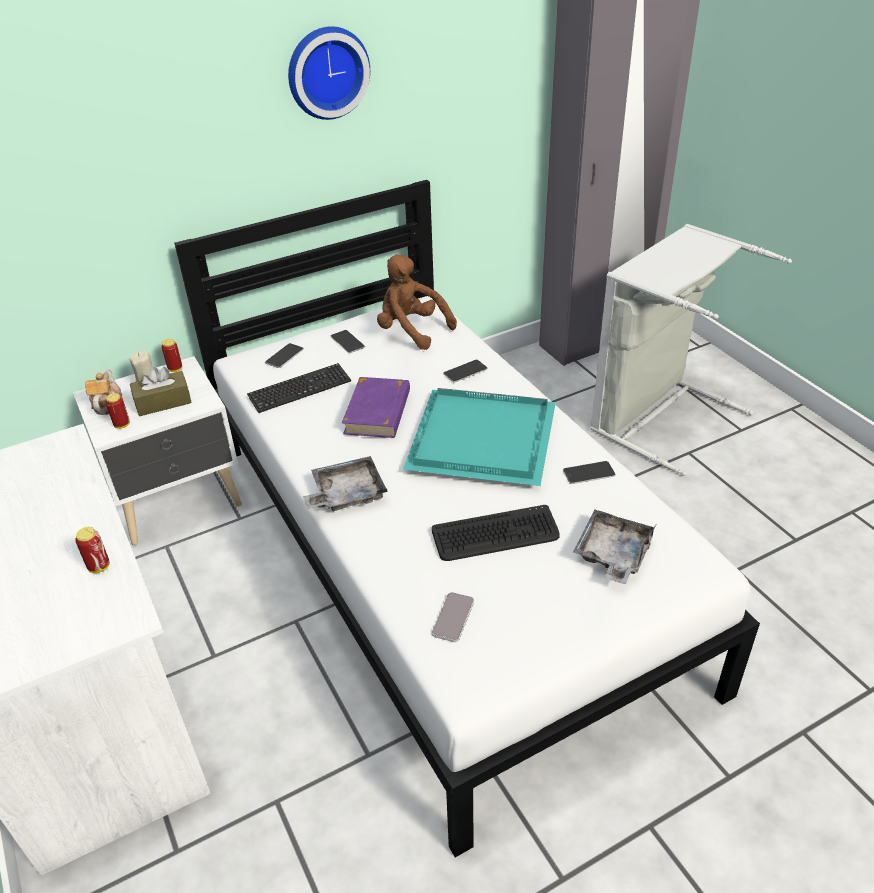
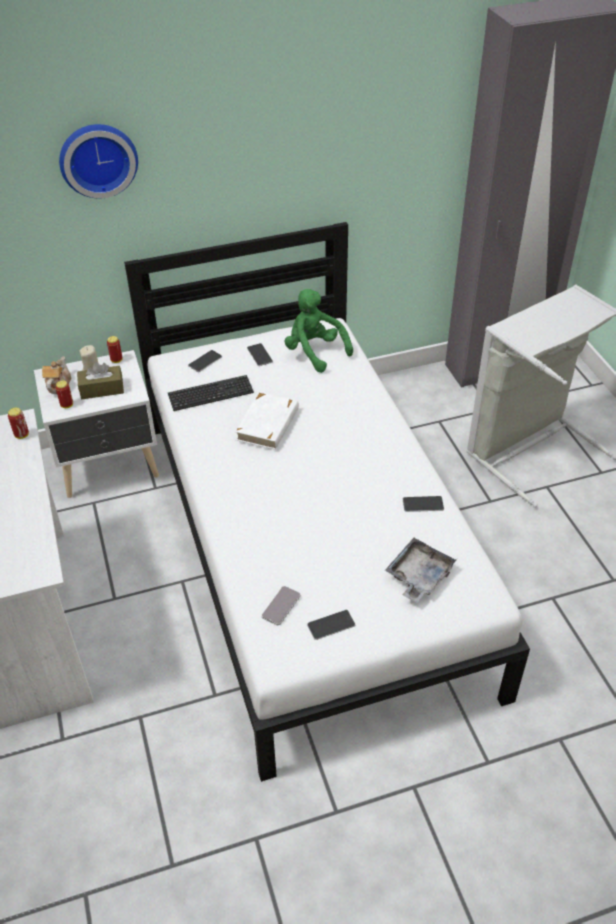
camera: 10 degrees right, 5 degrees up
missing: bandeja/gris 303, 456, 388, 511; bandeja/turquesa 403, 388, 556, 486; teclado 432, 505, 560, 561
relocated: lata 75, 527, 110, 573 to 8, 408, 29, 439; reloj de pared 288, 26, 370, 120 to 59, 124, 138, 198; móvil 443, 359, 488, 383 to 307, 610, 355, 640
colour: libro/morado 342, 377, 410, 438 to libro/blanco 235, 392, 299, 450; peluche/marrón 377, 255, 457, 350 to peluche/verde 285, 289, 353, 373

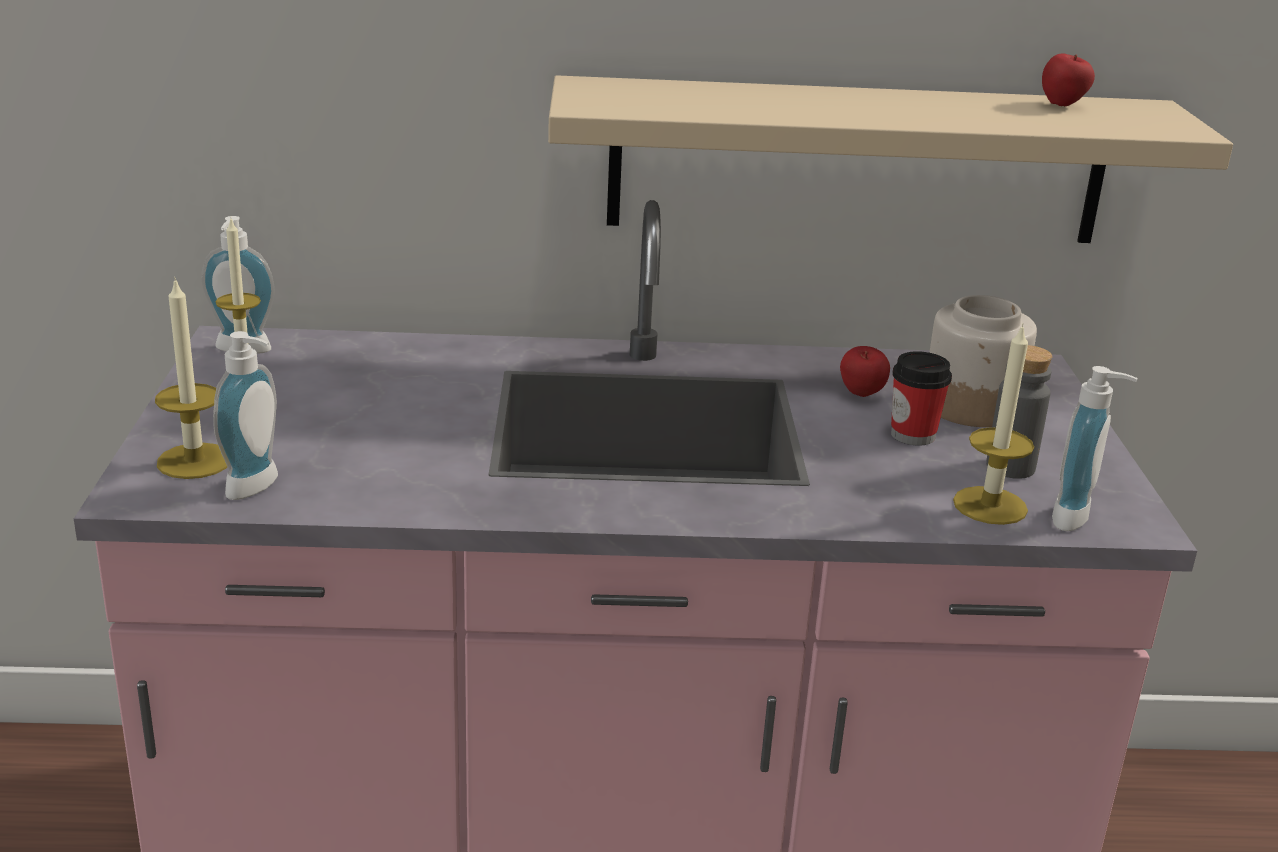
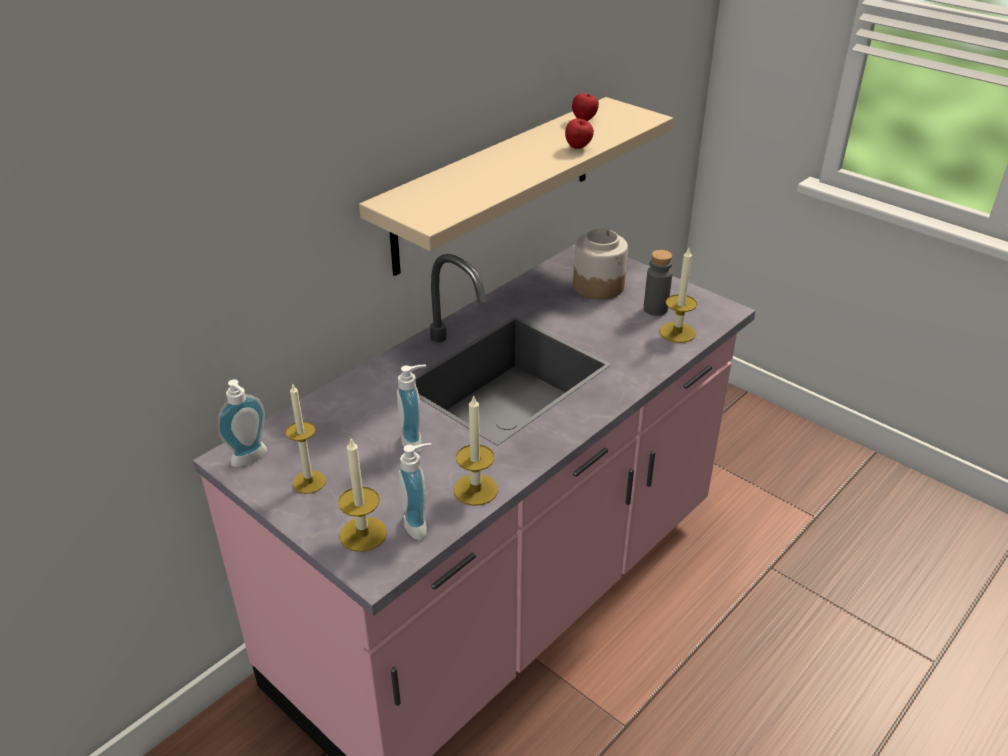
camera: 45 degrees left, 10 degrees up
missing: taza 891, 351, 952, 446
appeared: vela 454, 395, 498, 506
relocated: dispensador de jabón 1052, 366, 1138, 531 to 397, 365, 426, 454; manzana 840, 346, 890, 397 to 565, 119, 594, 149

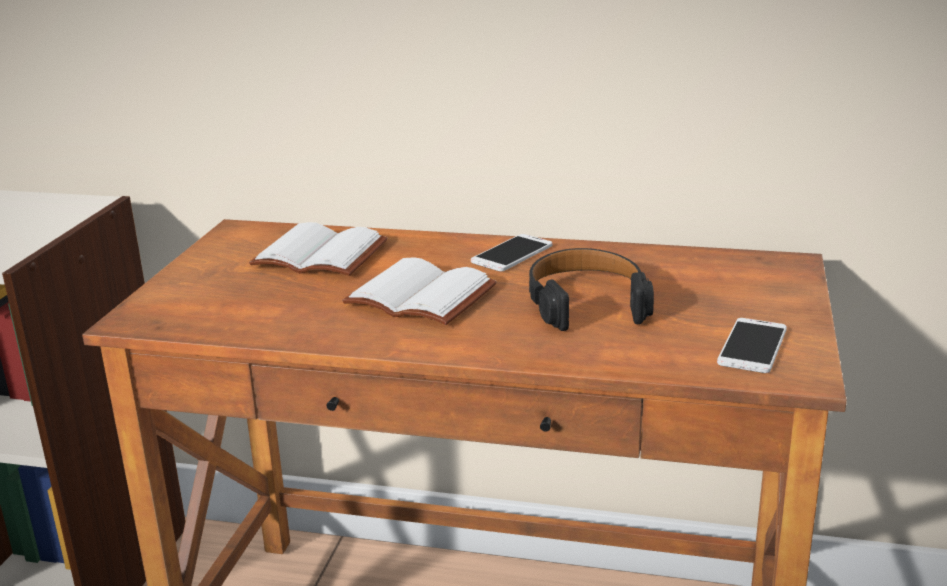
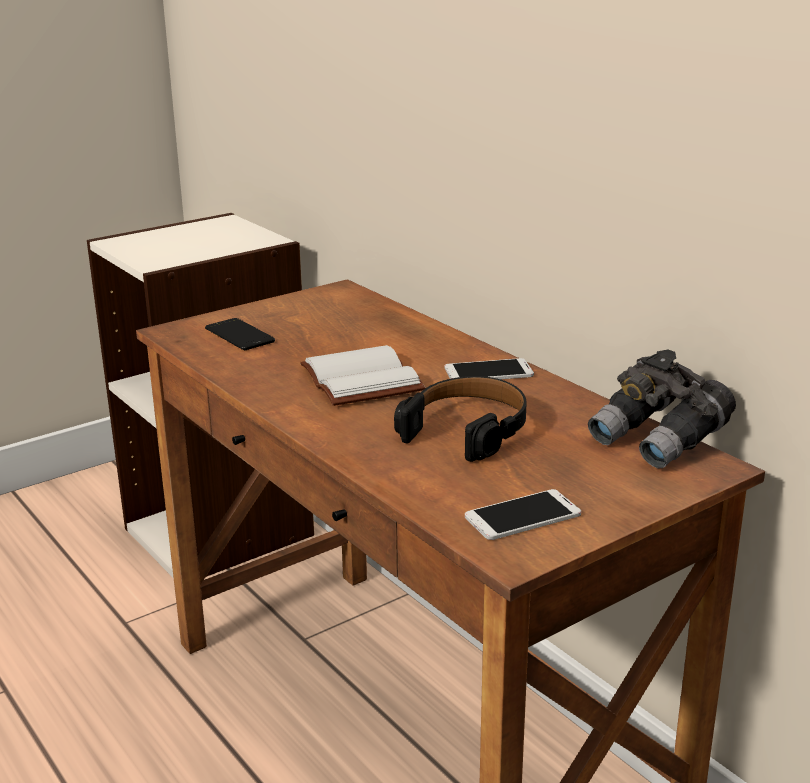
camera: 40 degrees right, 0 degrees up
missing: libro/blanco 249, 222, 387, 276
appeared: móvil 205, 318, 275, 350; prismáticos/gris 588, 350, 736, 468

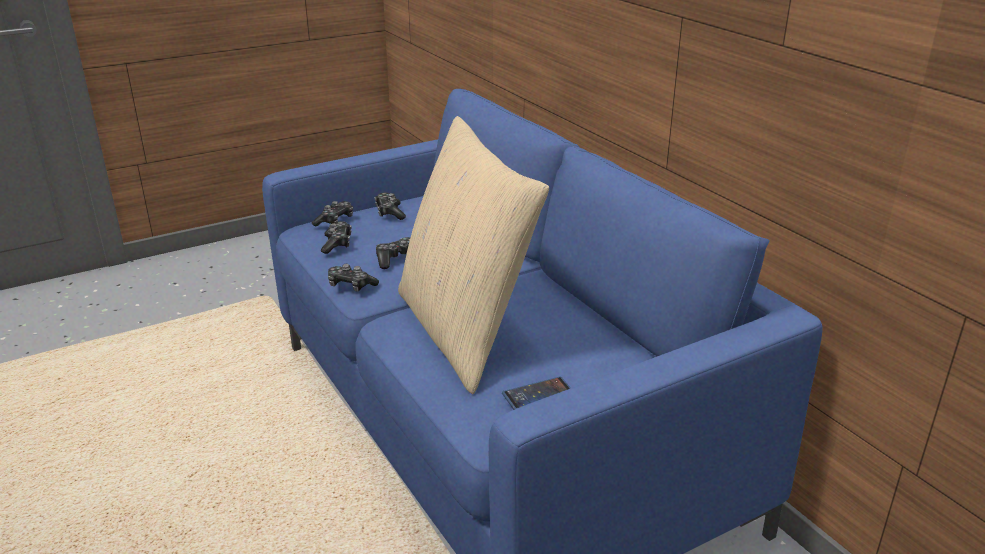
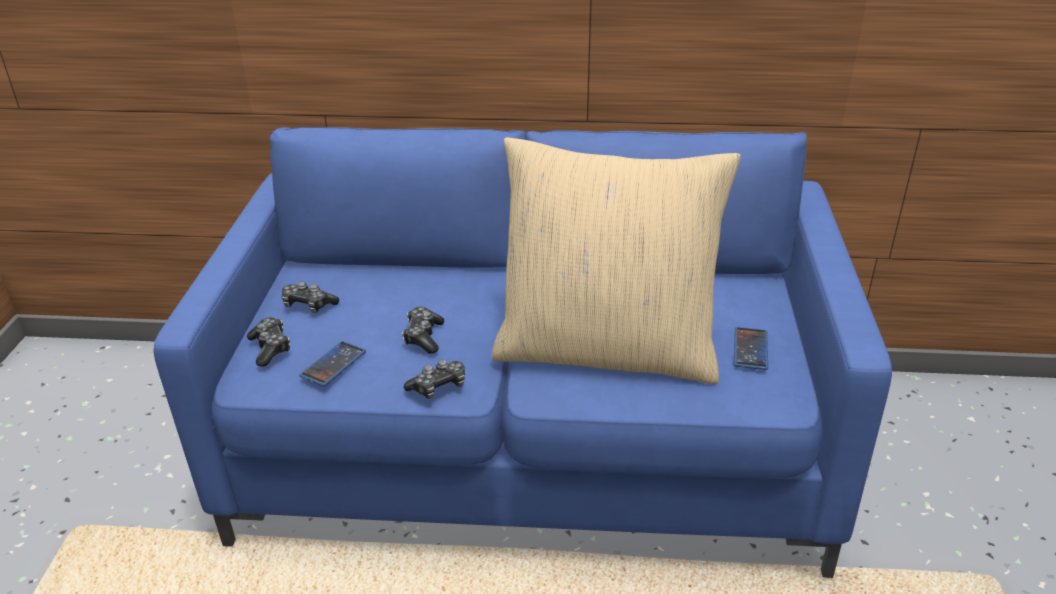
camera: 55 degrees left, 5 degrees up
exchanged: mando de consola 321, 221, 352, 254 to móvil 299, 341, 366, 386

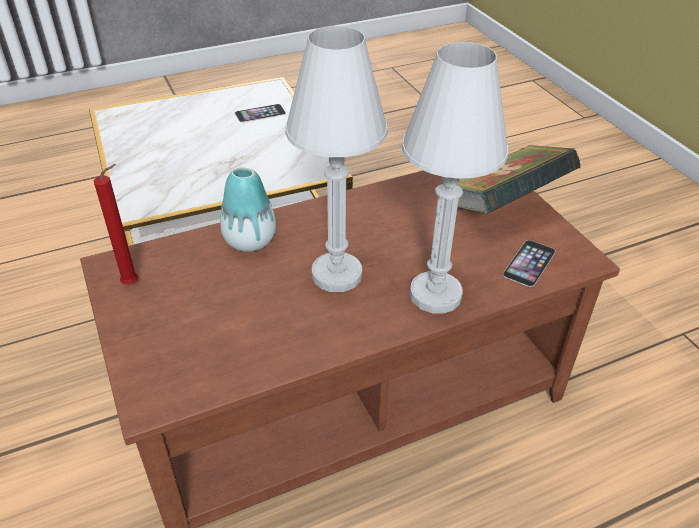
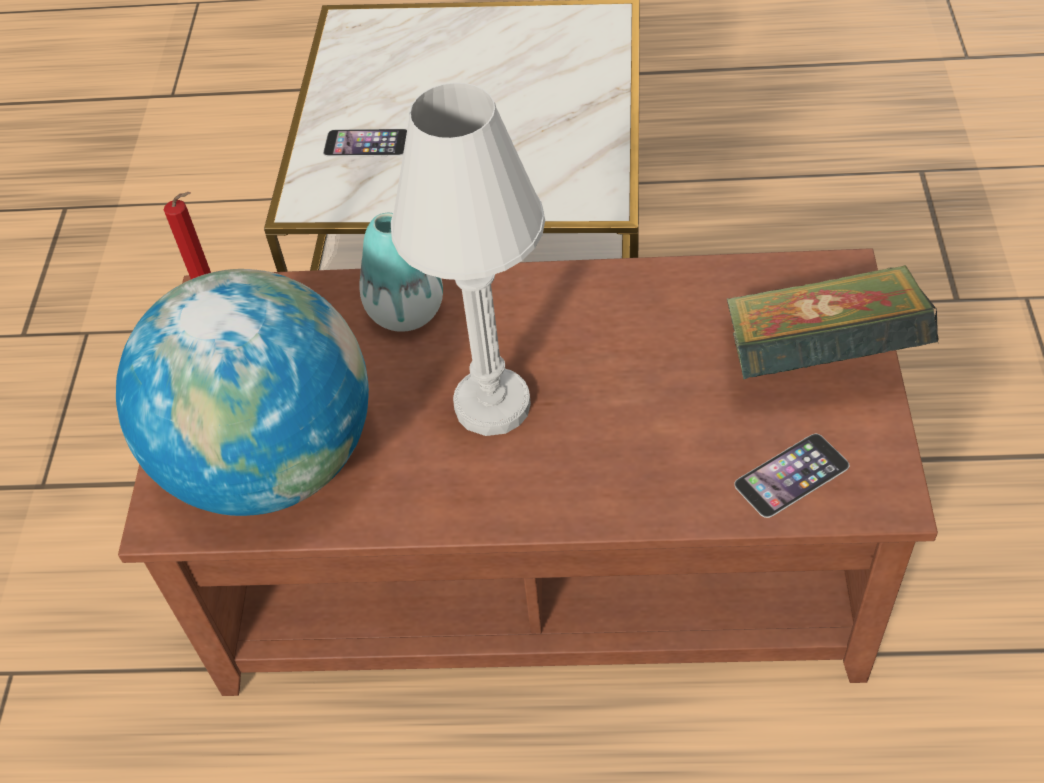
camera: 30 degrees right, 10 degrees up
missing: lámpara de mesa/blanco 401, 42, 508, 314
appeared: globo terráqueo 116, 269, 369, 516
relocated: móvil 235, 104, 286, 122 to 323, 129, 407, 157

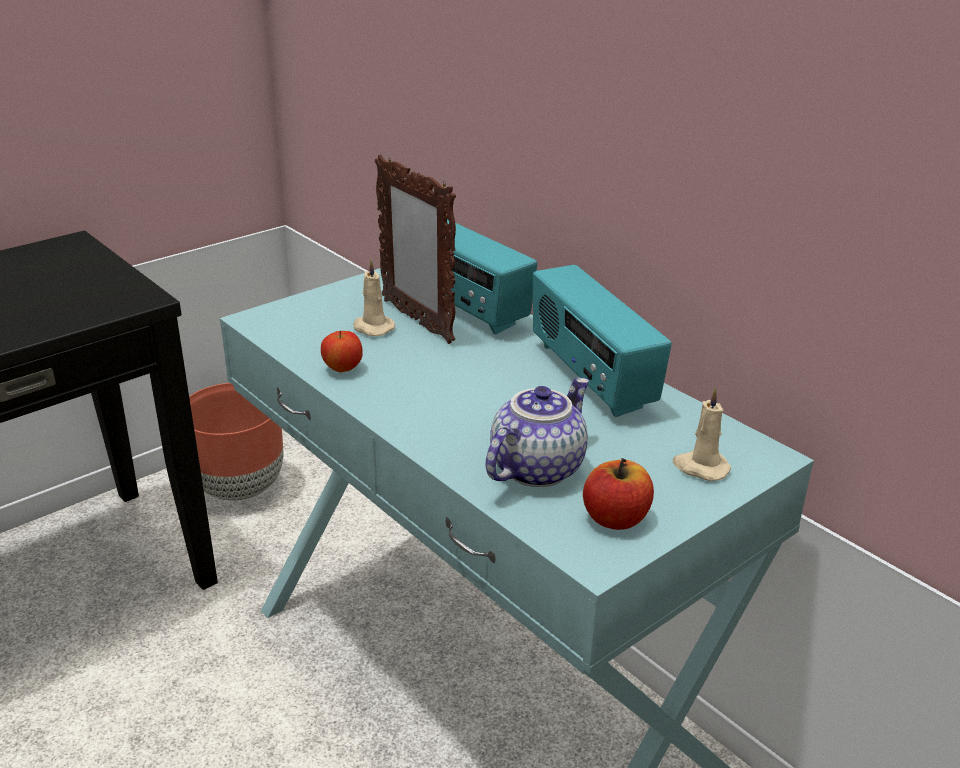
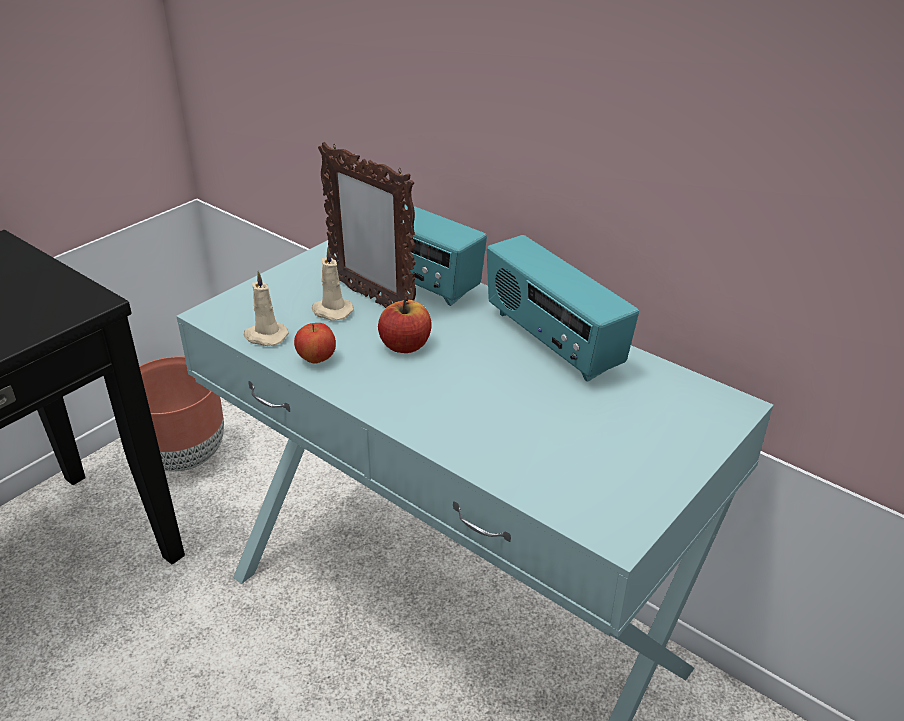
camera: 10 degrees left, 5 degrees up
missing: tetera 486, 378, 589, 487
relocated: vela/beis 673, 388, 731, 481 to 244, 271, 289, 346; manzana 583, 458, 654, 530 to 378, 298, 432, 353

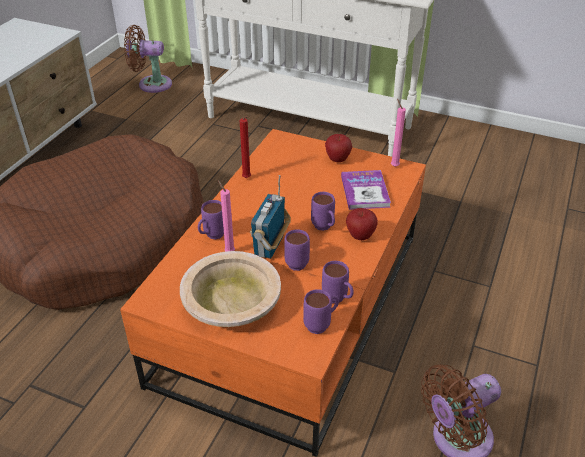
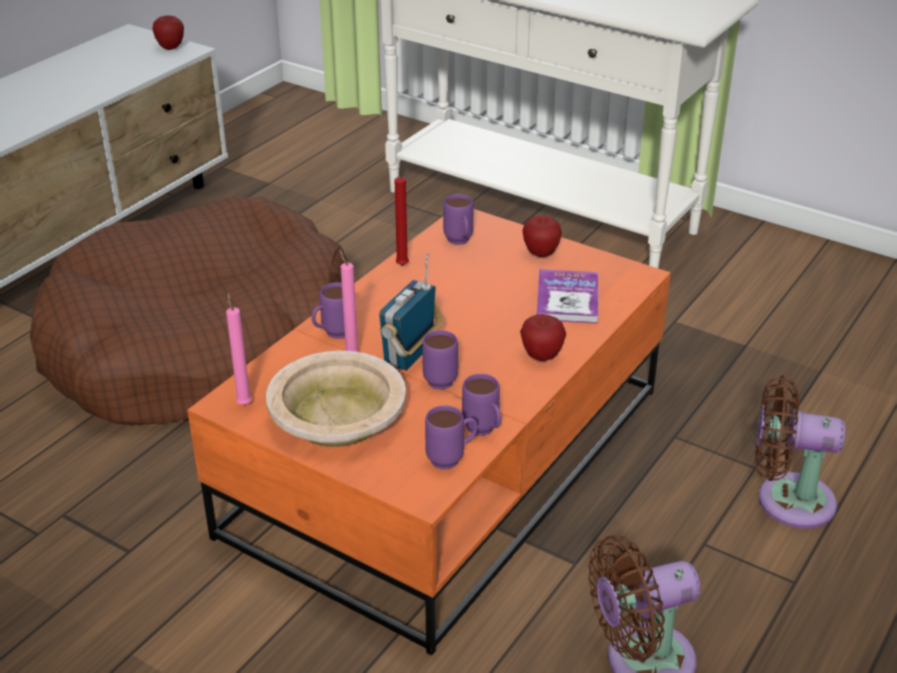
camera: 10 degrees right, 5 degrees down
appeared: manzana 153, 15, 184, 50
relocated: vela/rosa 391, 99, 406, 167 to 226, 293, 252, 405; taza grande/morado 311, 192, 335, 231 to 443, 194, 473, 245; ventilador/marrón 124, 25, 172, 93 to 755, 375, 846, 529

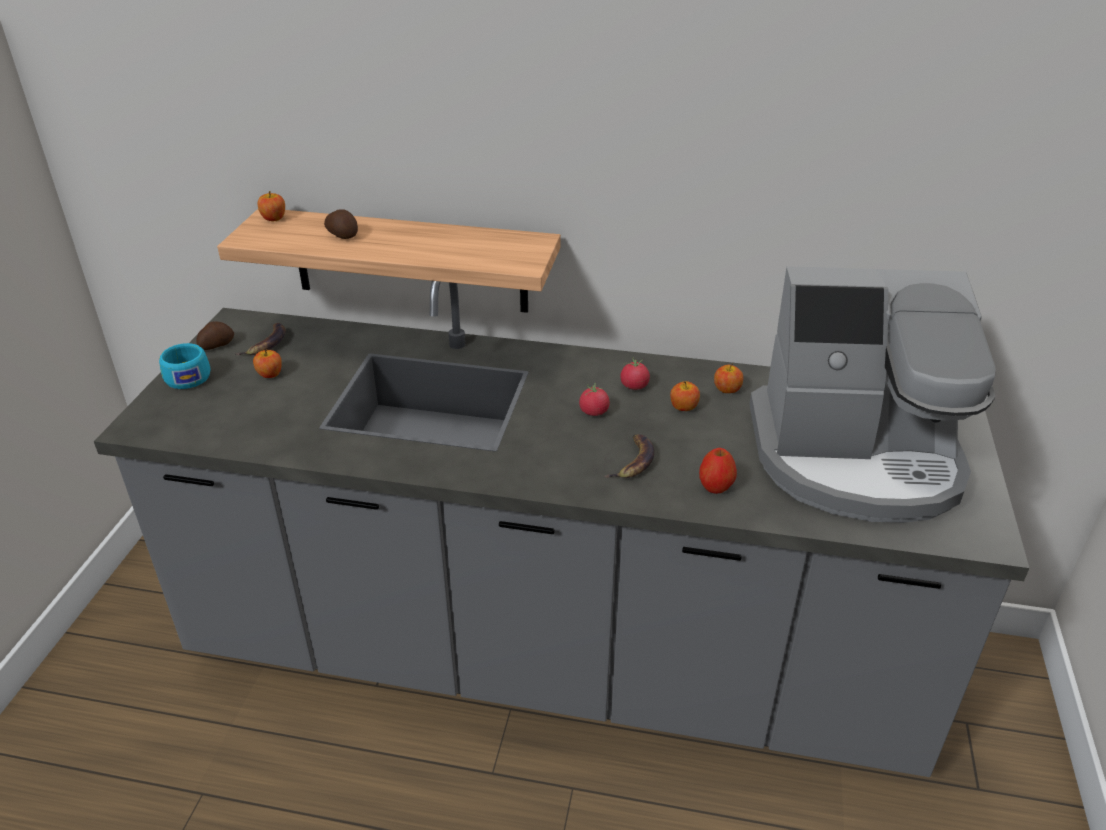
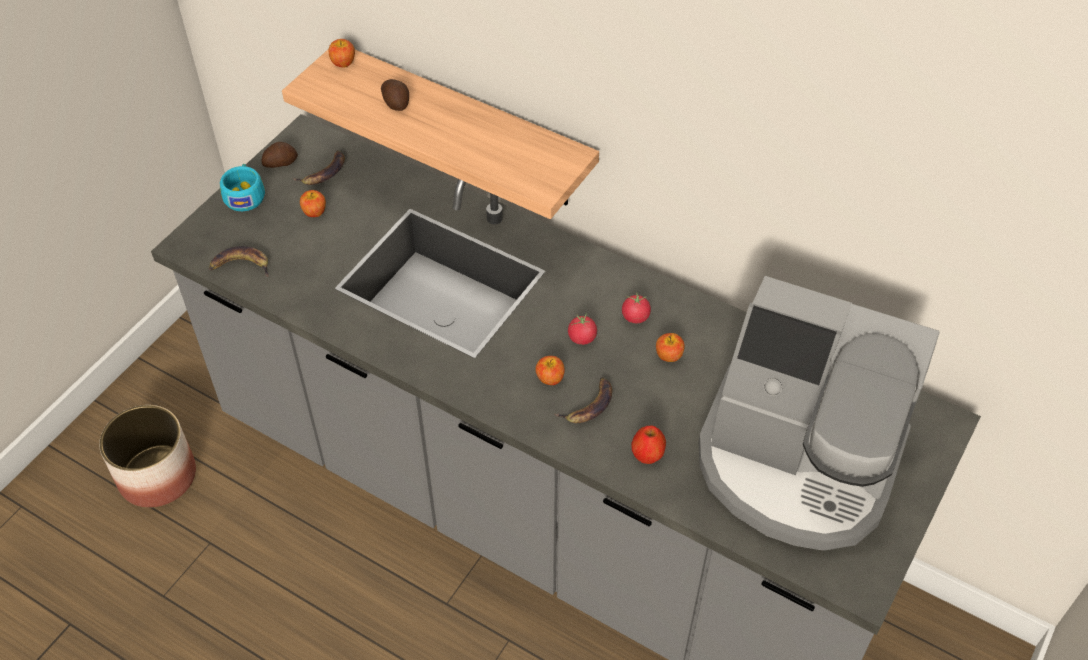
camera: 20 degrees right, 15 degrees up
appeared: maceta 99, 405, 196, 508; plátano 209, 246, 269, 277
relocated: manzana 714, 363, 743, 393 to 535, 356, 565, 385

